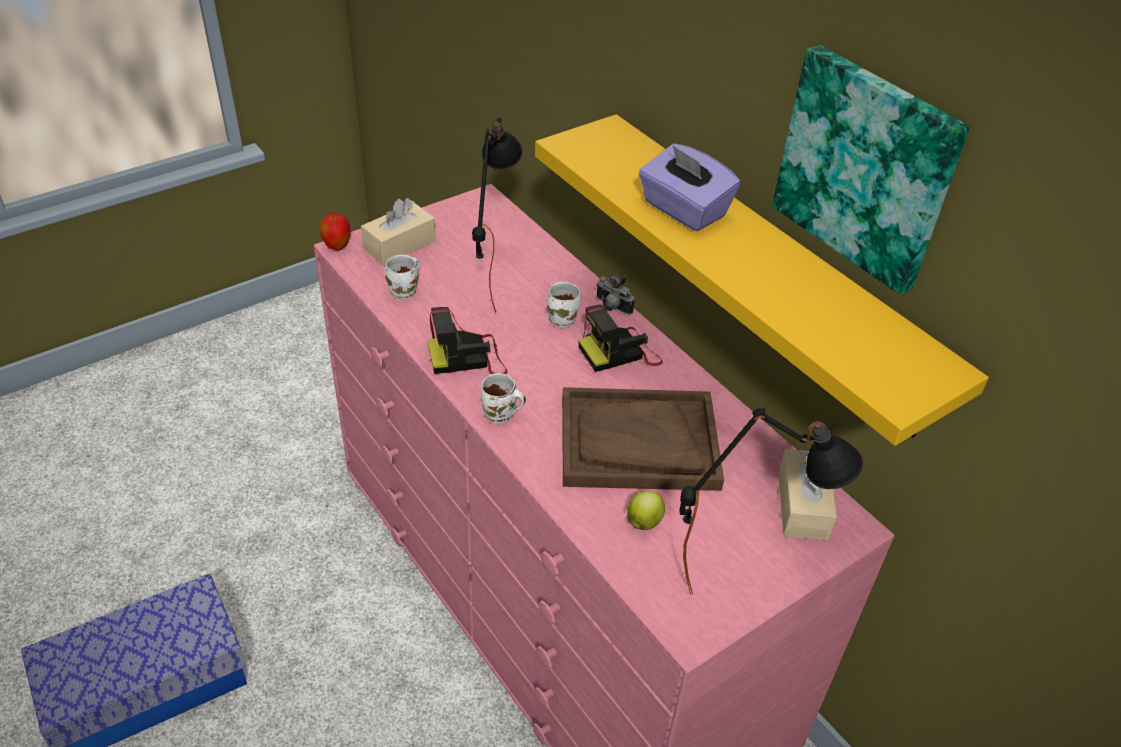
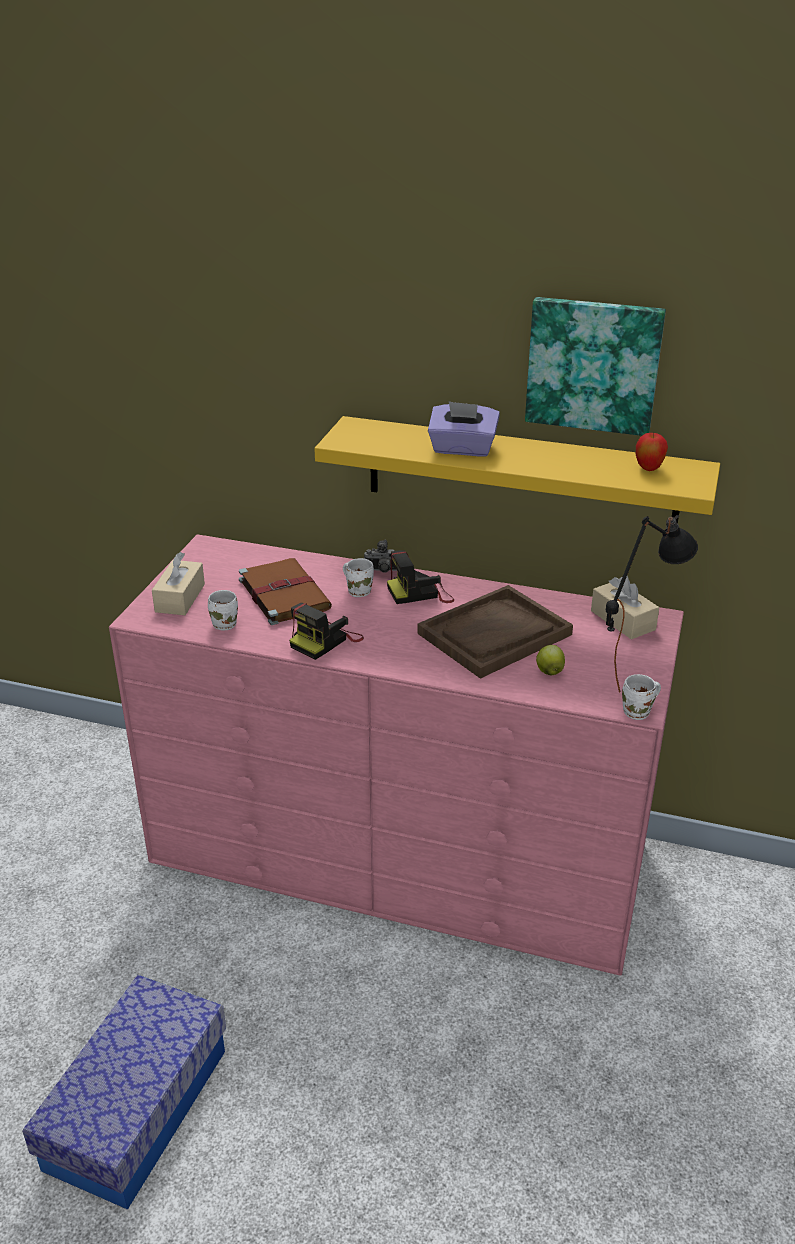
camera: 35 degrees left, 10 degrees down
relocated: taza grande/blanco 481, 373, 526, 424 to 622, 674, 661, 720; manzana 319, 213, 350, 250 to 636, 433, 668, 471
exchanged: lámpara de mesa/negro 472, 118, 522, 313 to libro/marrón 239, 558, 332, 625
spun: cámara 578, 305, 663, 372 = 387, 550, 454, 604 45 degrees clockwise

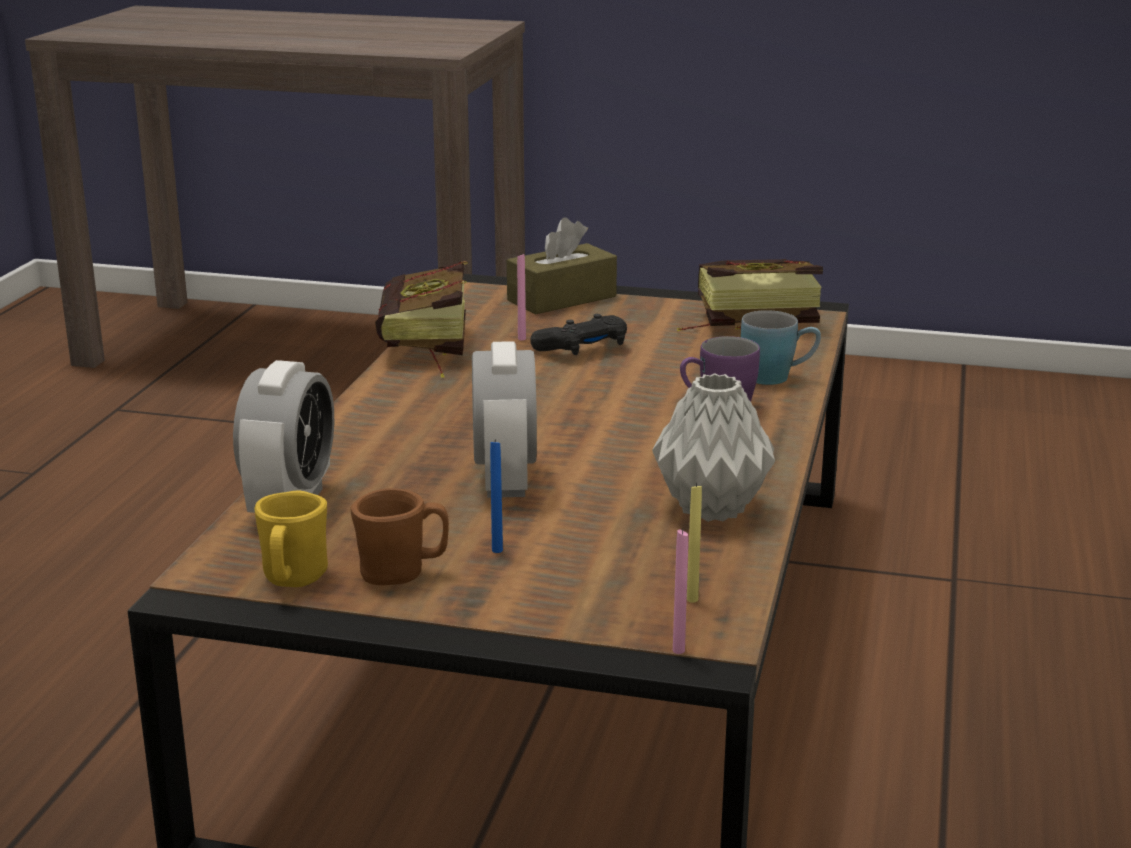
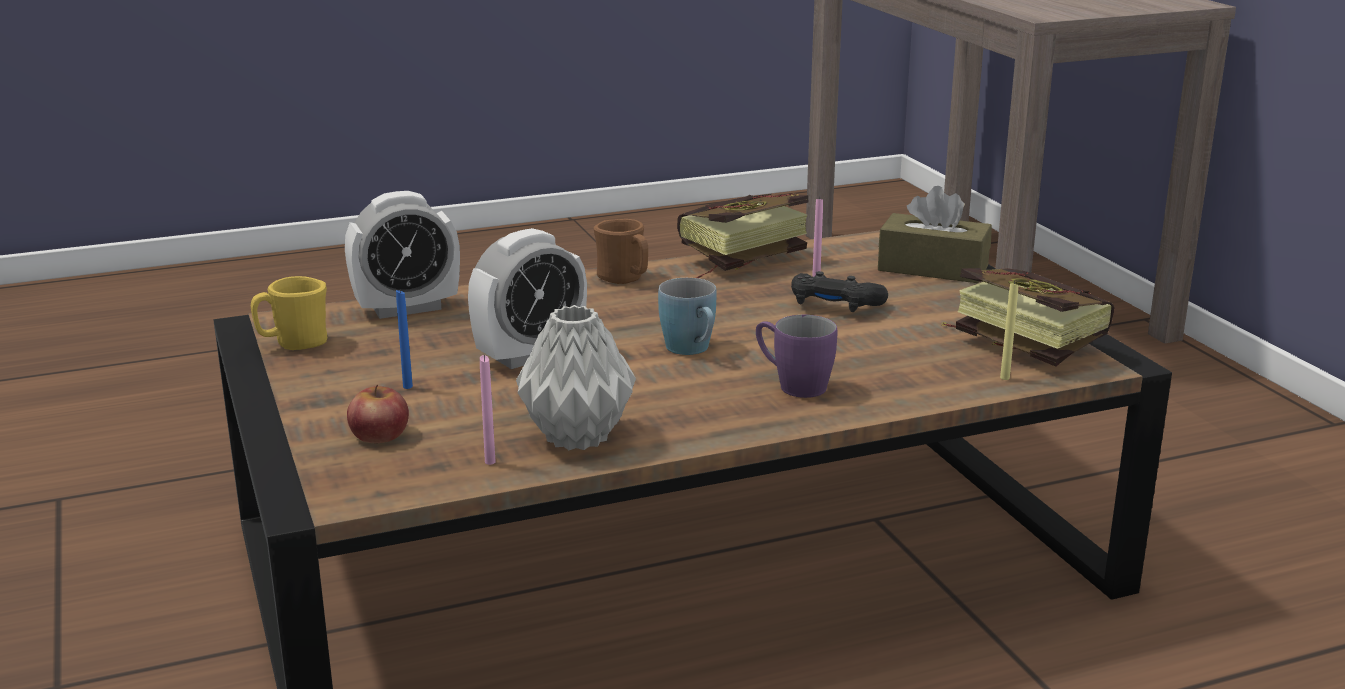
camera: 55 degrees right, 0 degrees up
appeared: manzana 347, 384, 409, 443
relocated: vela/rosa 673, 529, 688, 654 to 480, 355, 496, 465; taza grande/marrón 350, 488, 449, 585 to 594, 219, 648, 284; taza grande/azul 741, 310, 821, 385 to 658, 278, 717, 355; vela/amarillo 687, 483, 702, 603 to 1000, 281, 1018, 380

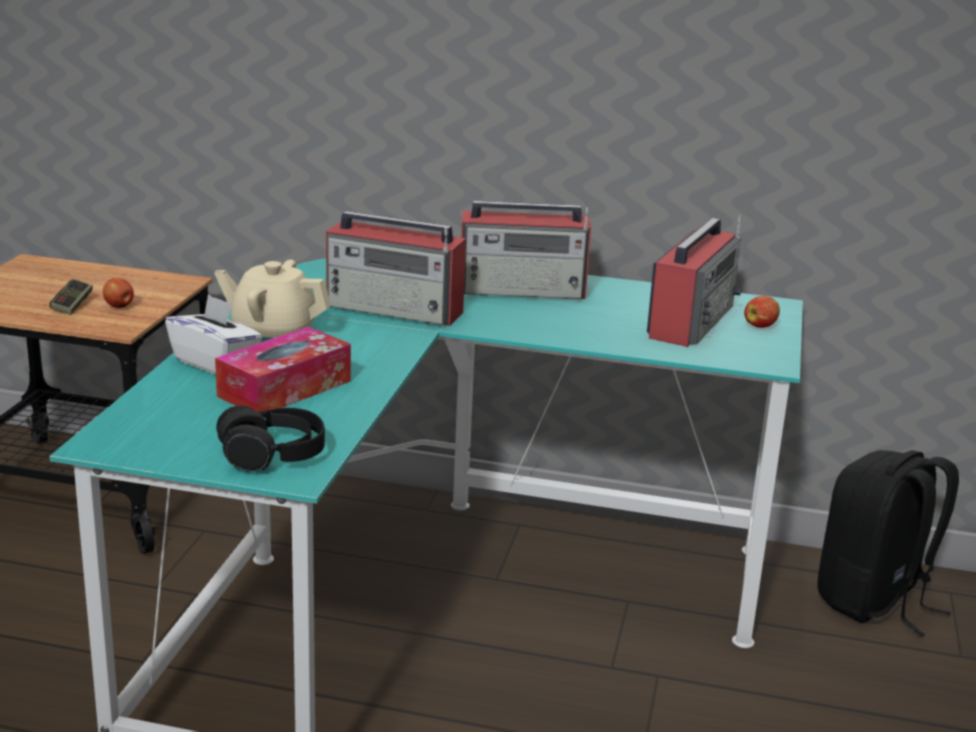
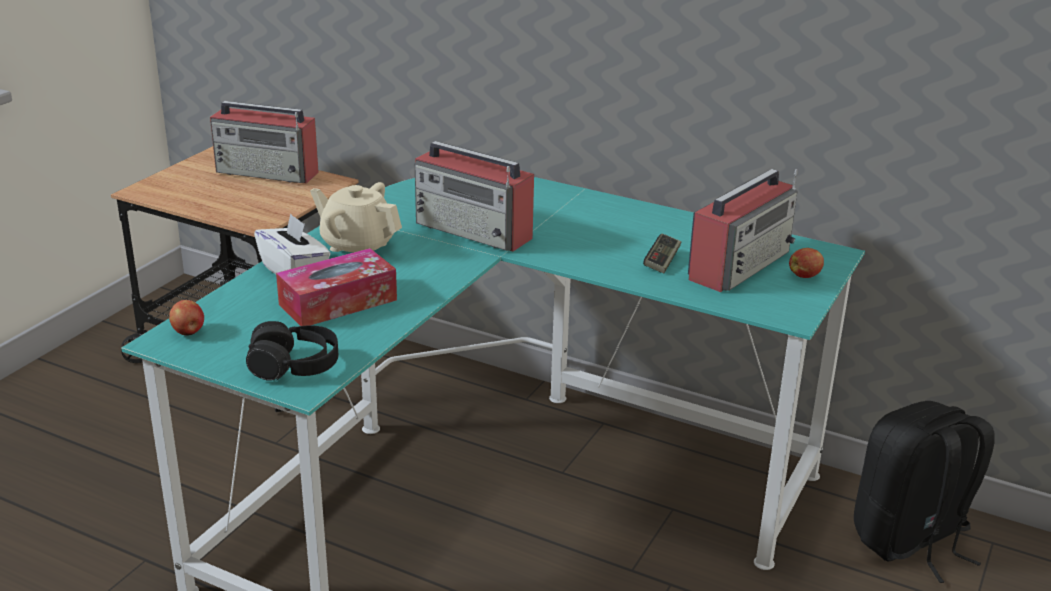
camera: 15 degrees right, 5 degrees up
relocated: manzana 103, 278, 134, 308 to 169, 300, 204, 336; radio 461, 201, 591, 299 to 210, 101, 319, 184; mando de consola 50, 279, 93, 315 to 643, 233, 681, 273

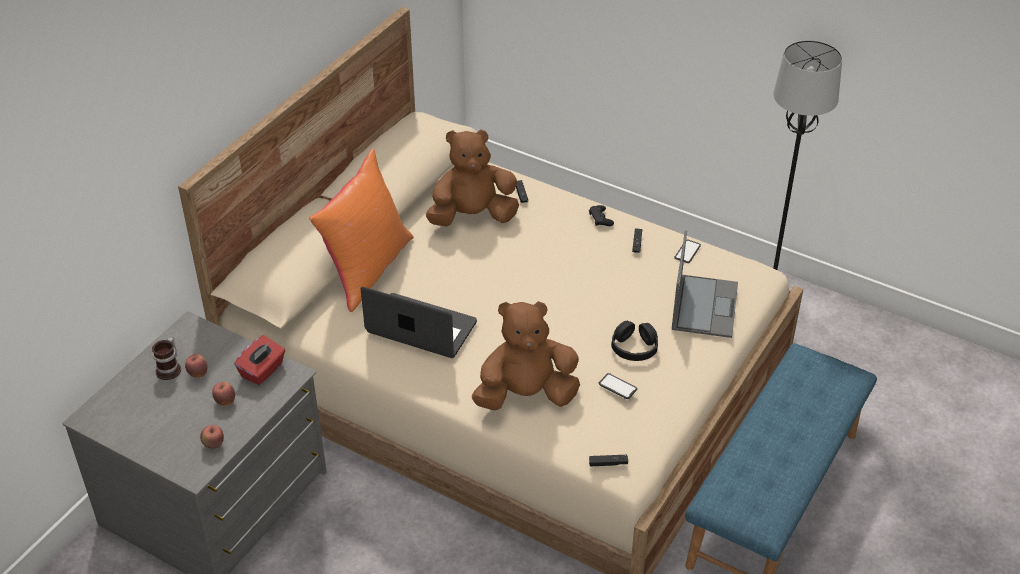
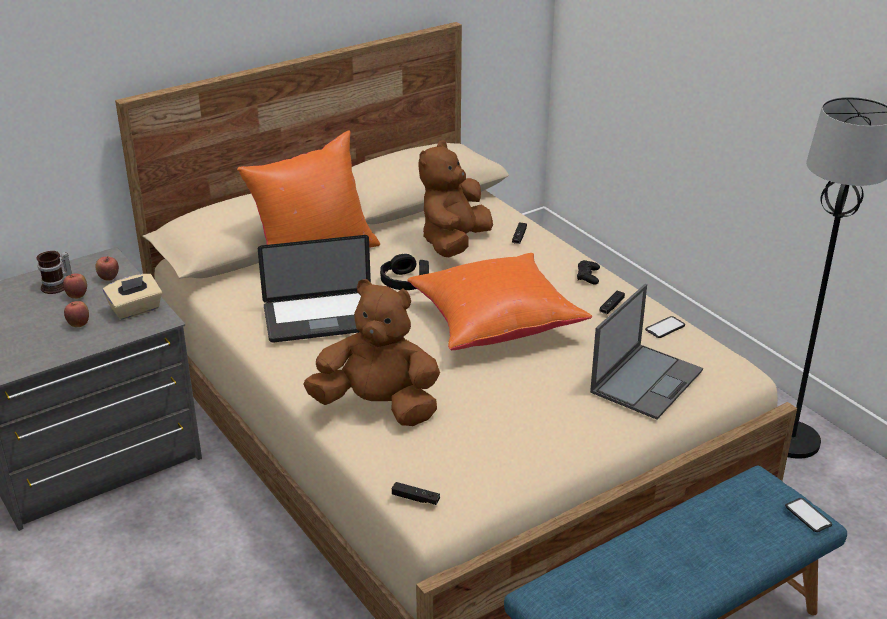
camera: 25 degrees right, 10 degrees down
appeared: cojín/naranja 407, 253, 592, 350
relocated: manzana 200, 425, 224, 449 to 95, 256, 119, 281; auriculares/negro 611, 321, 658, 361 to 380, 254, 429, 290; móvil 599, 373, 637, 399 to 785, 498, 832, 532
colour: caja de pañuelos/rojo 234, 335, 285, 385 to caja de pañuelos/beis 103, 274, 162, 320
spun: portátil 361, 287, 477, 358 = 258, 235, 371, 342 120 degrees clockwise; peluche/marrón 426, 129, 519, 227 = 418, 140, 493, 257 75 degrees counterclockwise

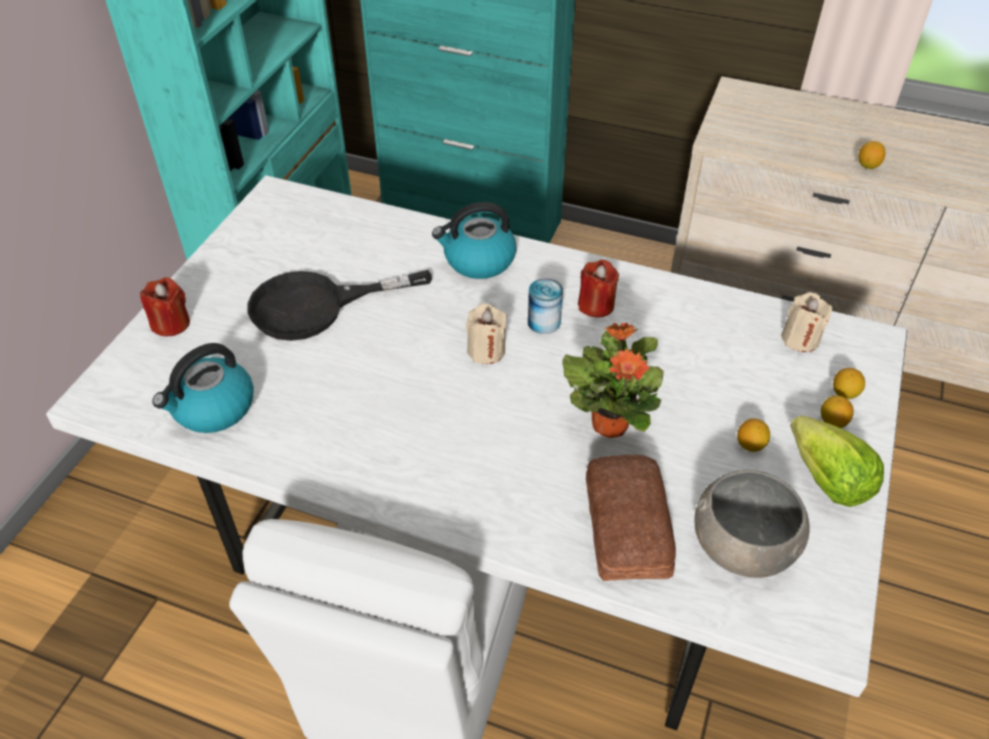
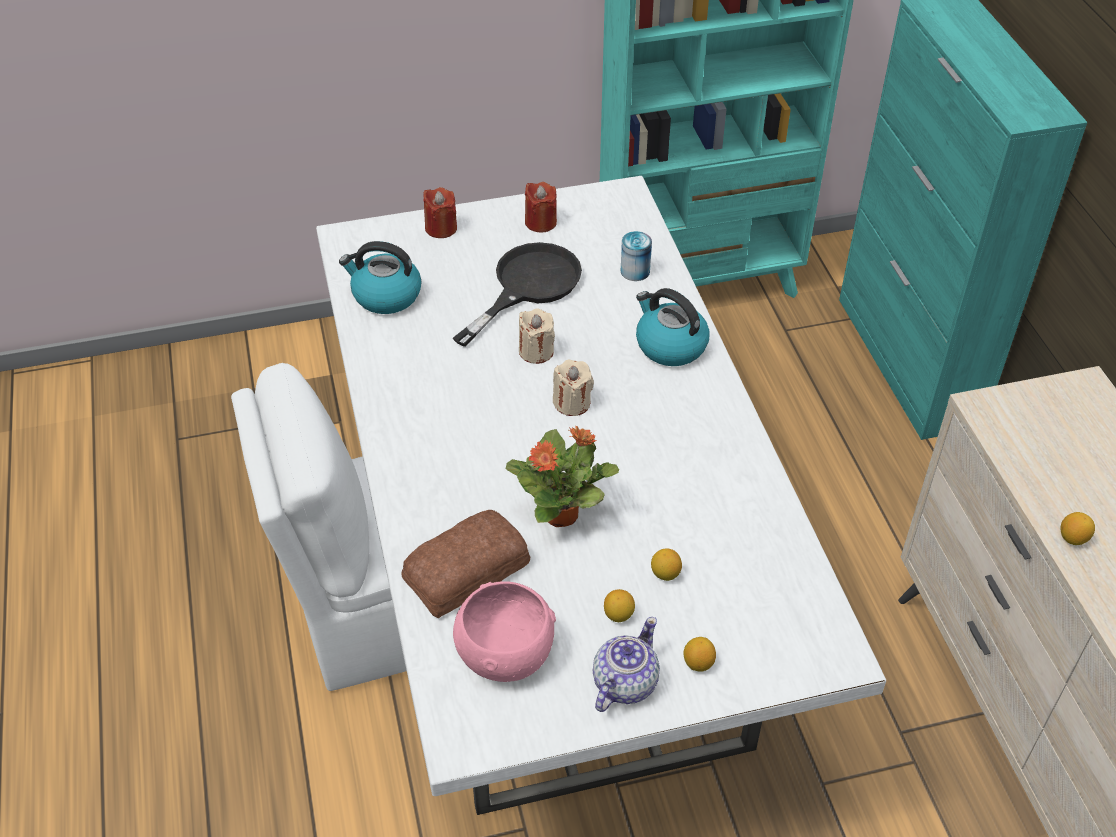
camera: 55 degrees right, 0 degrees up
relocated: vela/beis 781, 292, 833, 352 to 519, 308, 555, 364; vela/rojo 578, 260, 619, 317 to 525, 182, 557, 232; lata 528, 278, 563, 334 to 621, 231, 652, 281; limón 833, 368, 865, 399 to 651, 548, 682, 581
exchanged: lechuga 790, 415, 884, 507 to tetera 593, 617, 660, 712
colour: cuenco/gris 694, 470, 809, 578 to cuenco/rosa 453, 581, 556, 682
spun: sartén/negro 247, 270, 432, 341 = 453, 242, 582, 347 90 degrees clockwise

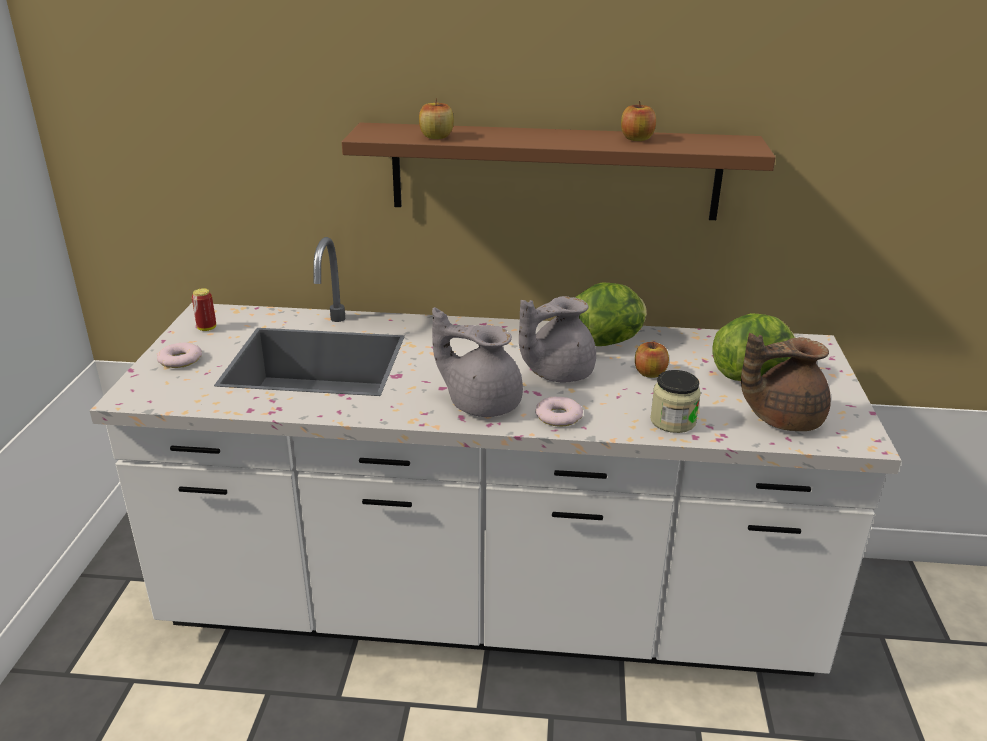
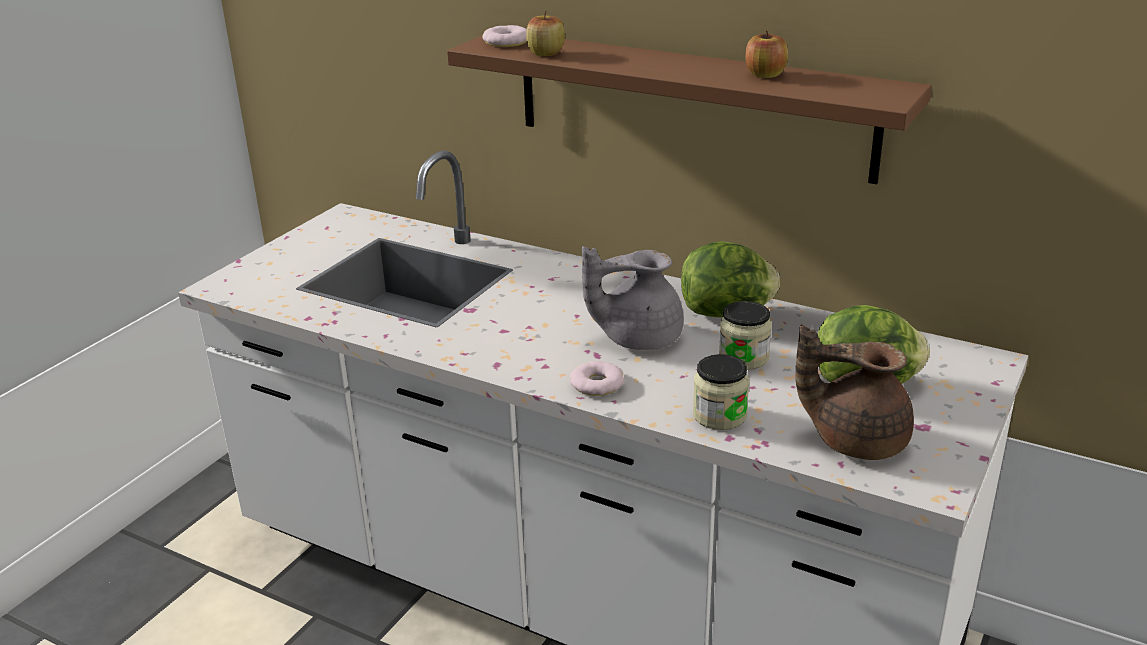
camera: 25 degrees right, 0 degrees up
missing: lata 192, 288, 216, 331; tetera/gris 432, 307, 523, 417
relocated: rosquilla 157, 342, 202, 368 to 482, 25, 527, 47
exchanged: manzana 635, 341, 669, 378 to tarro 719, 301, 772, 370

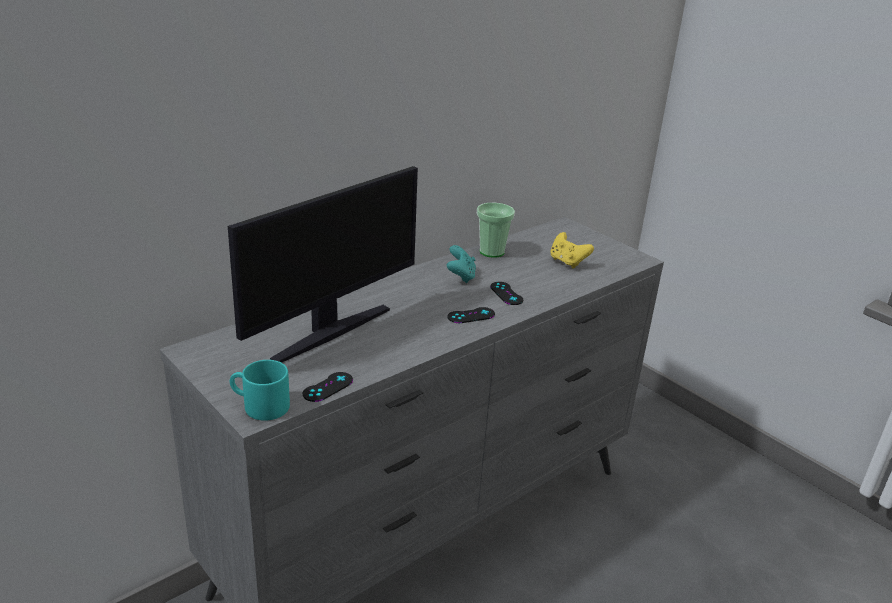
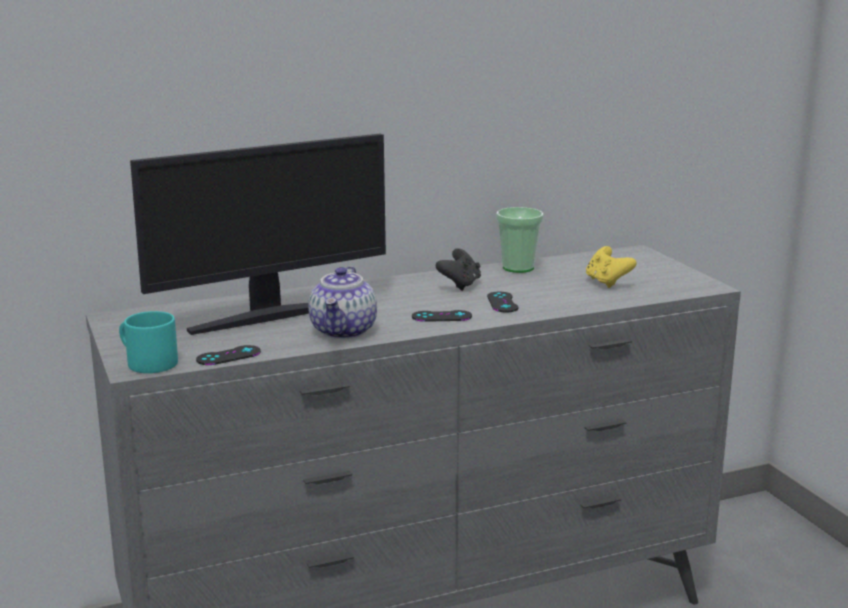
camera: 20 degrees right, 10 degrees down
appeared: tetera 308, 266, 377, 339
colour: mando de consola/turquesa 447, 245, 476, 283 to mando de consola/negro 436, 248, 481, 291

